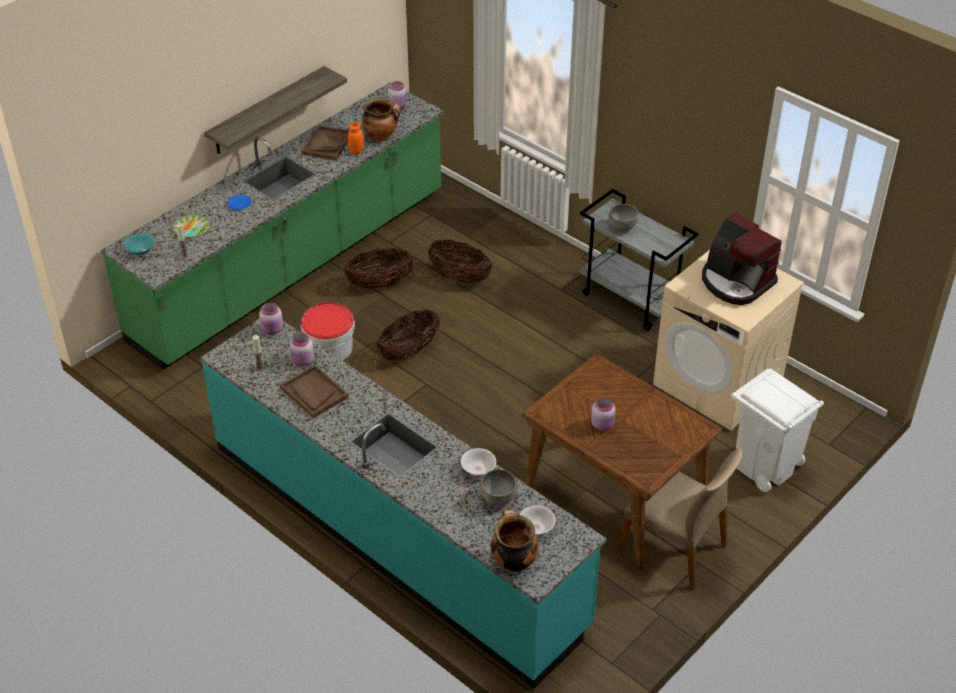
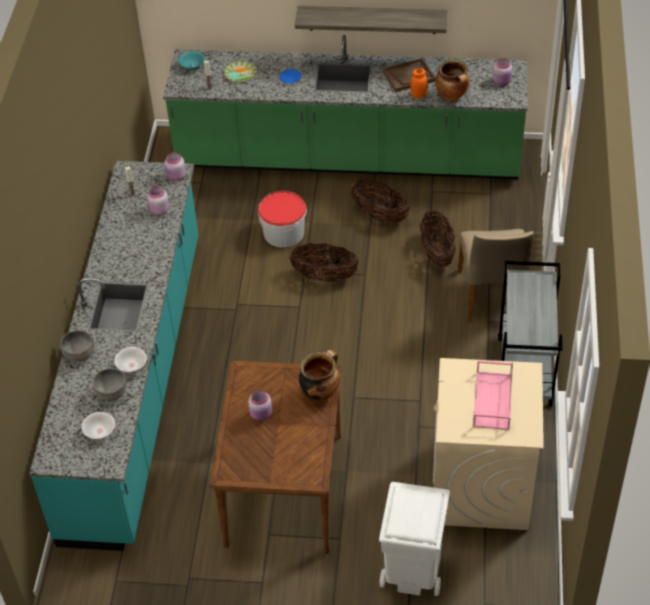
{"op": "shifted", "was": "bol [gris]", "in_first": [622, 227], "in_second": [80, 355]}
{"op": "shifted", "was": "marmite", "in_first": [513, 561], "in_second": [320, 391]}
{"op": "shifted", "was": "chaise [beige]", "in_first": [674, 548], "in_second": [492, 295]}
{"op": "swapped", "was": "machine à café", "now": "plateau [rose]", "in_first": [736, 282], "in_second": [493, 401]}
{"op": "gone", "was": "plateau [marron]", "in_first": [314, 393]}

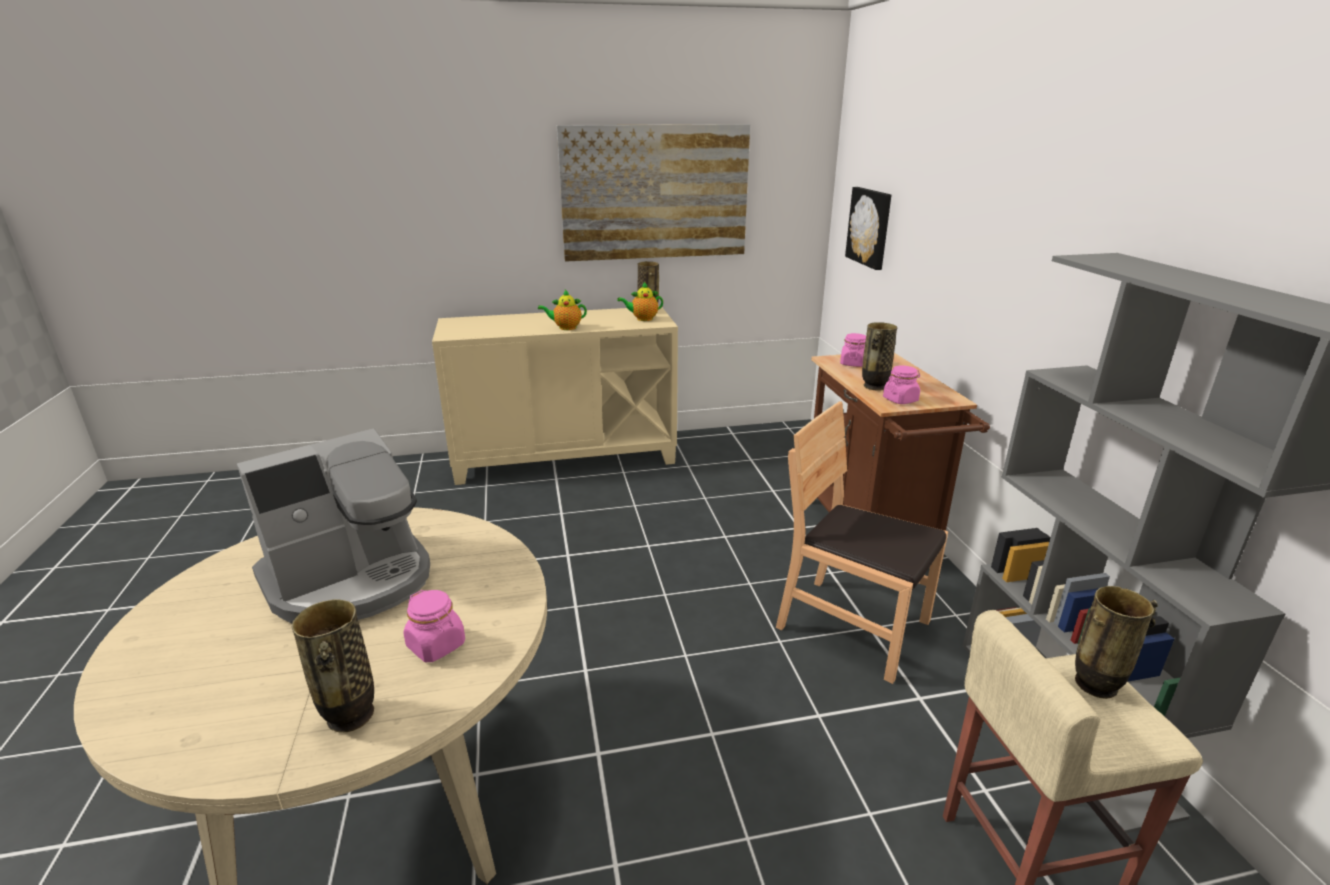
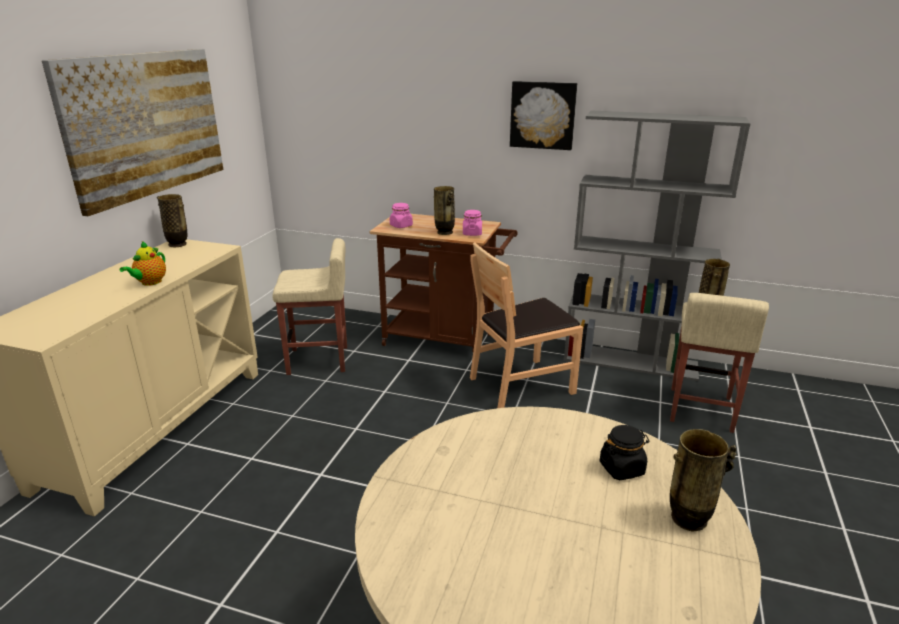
{"op": "new", "now": "tabouret [beige]", "in_second": [319, 360]}
{"op": "shifted", "was": "tableau", "in_first": [870, 227], "in_second": [543, 115]}
{"op": "repainted", "was": "bocal [rose]", "now": "bocal [noir]", "in_first": [436, 645], "in_second": [622, 468]}
{"op": "gone", "was": "machine à café", "in_first": [351, 580]}
{"op": "gone", "was": "théière", "in_first": [642, 319]}

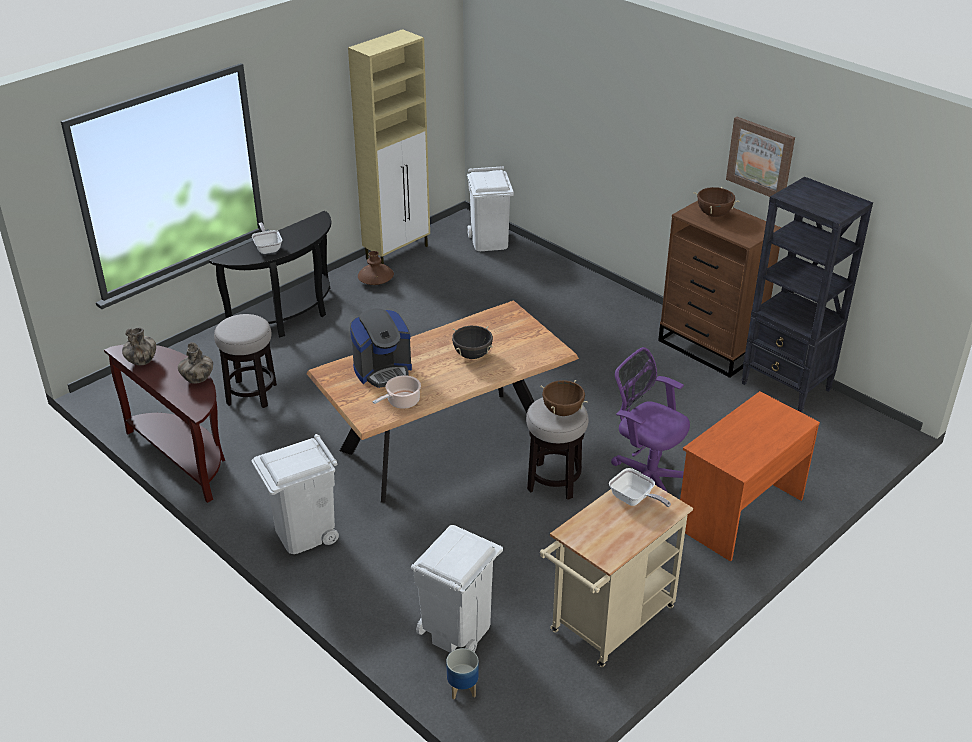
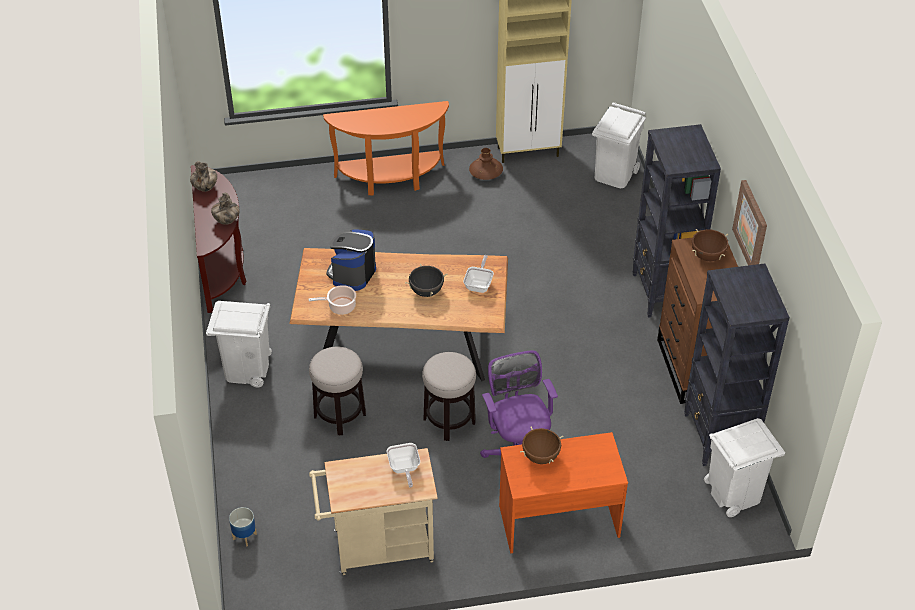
{"op": "shifted", "was": "tabouret", "in_first": [251, 394], "in_second": [340, 415]}
{"op": "repainted", "was": "table console [noir]", "now": "table console [orange]", "in_first": [289, 317], "in_second": [391, 179]}
{"op": "rotated", "was": "machine à café", "in_first": [383, 370], "in_second": [352, 273], "clockwise": 105}
{"op": "shifted", "was": "poêle", "in_first": [268, 248], "in_second": [479, 284]}
{"op": "shifted", "was": "marmite [marron]", "in_first": [562, 411], "in_second": [540, 456]}
{"op": "new", "now": "bibliothèque [noir]", "in_second": [663, 293]}
{"op": "shifted", "was": "poubelle [blanc]", "in_first": [457, 630], "in_second": [734, 493]}

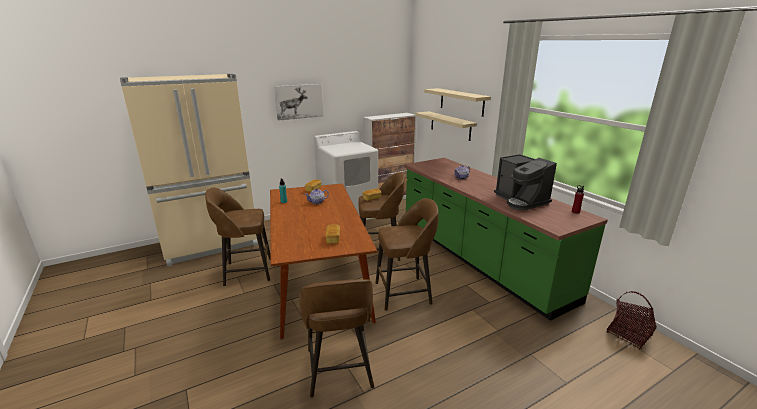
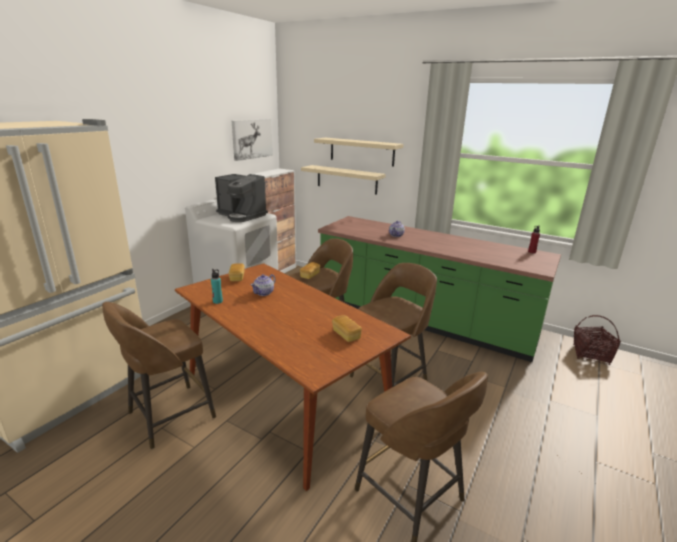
{"op": "shifted", "was": "machine à café", "in_first": [521, 200], "in_second": [242, 215]}
{"op": "shifted", "was": "tableau", "in_first": [299, 101], "in_second": [252, 139]}

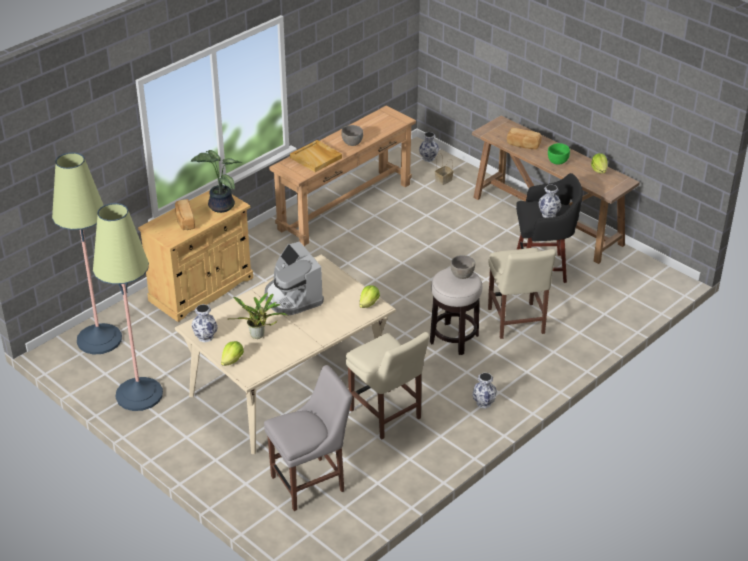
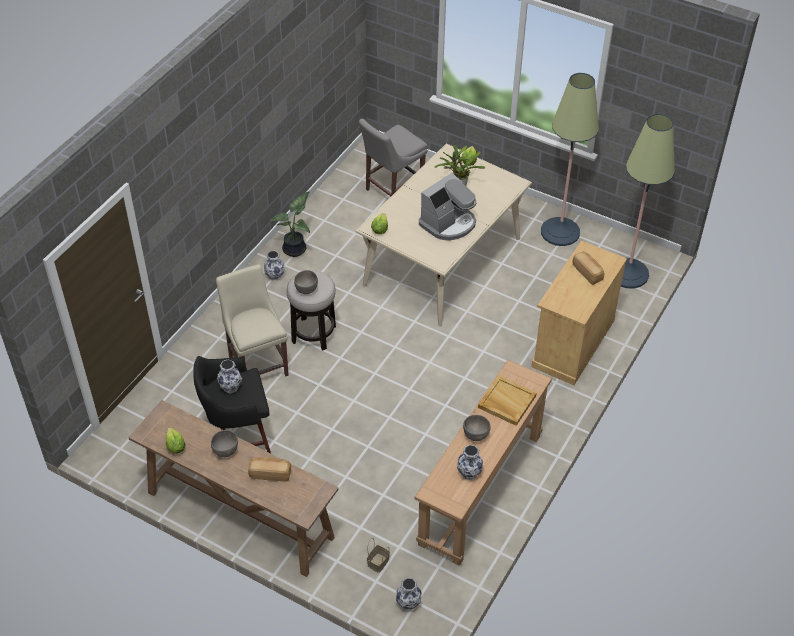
{"op": "repainted", "was": "bol [vert]", "now": "bol [gris]", "in_first": [558, 162], "in_second": [225, 451]}
{"op": "shifted", "was": "plante en pot", "in_first": [219, 206], "in_second": [296, 249]}
{"op": "rotated", "was": "machine à café", "in_first": [292, 298], "in_second": [448, 223], "clockwise": 90}
{"op": "shifted", "was": "vase", "in_first": [205, 336], "in_second": [469, 473]}
{"op": "gone", "was": "chaise [beige]", "in_first": [387, 416]}

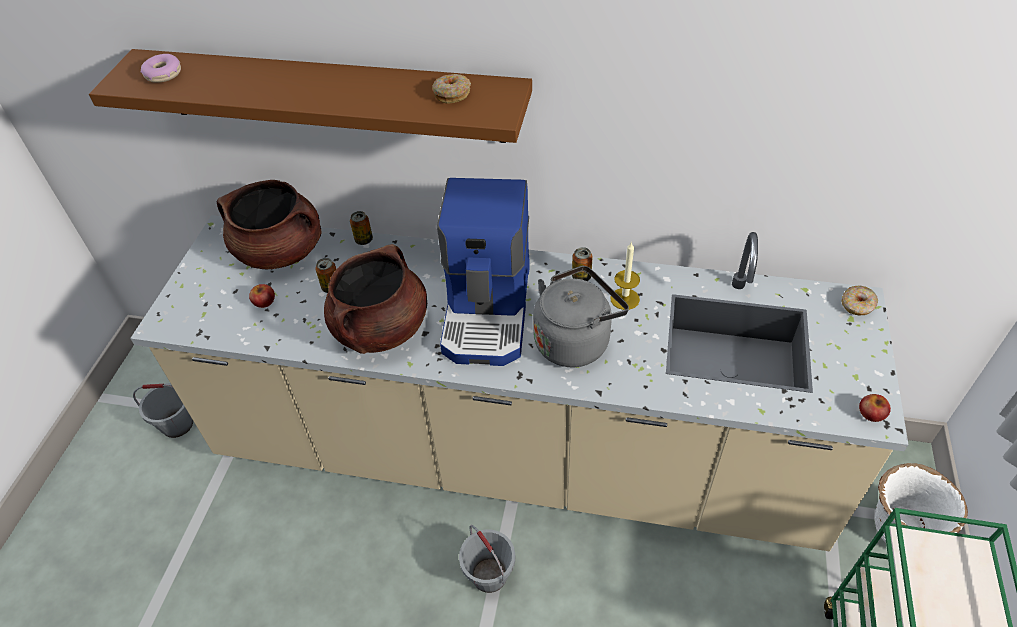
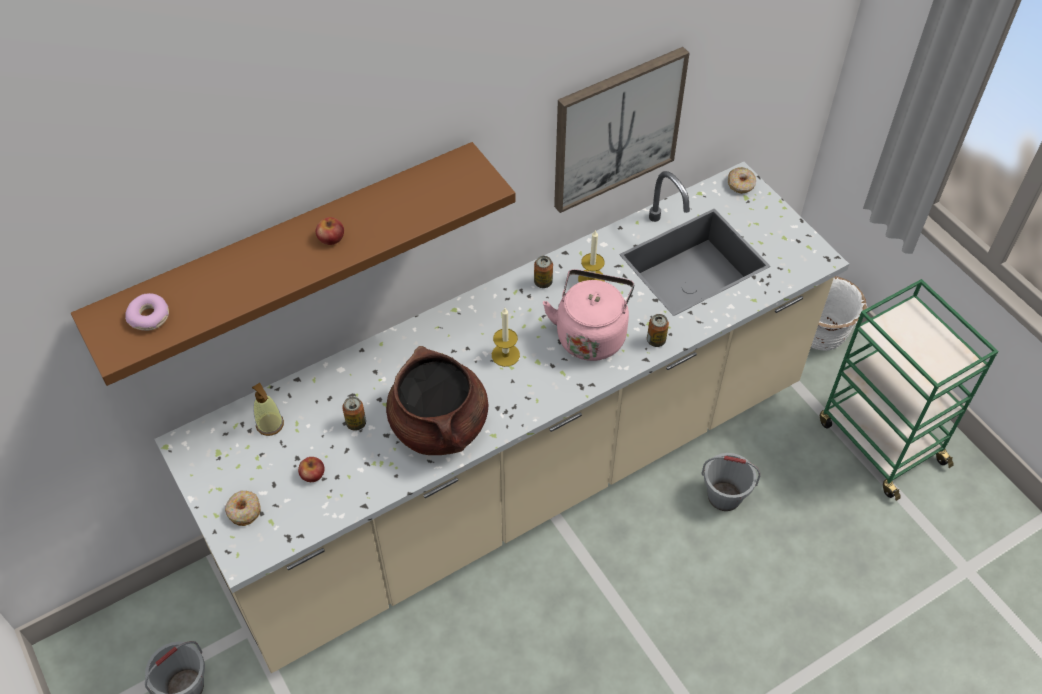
{"op": "shifted", "was": "beignet", "in_first": [452, 94], "in_second": [244, 511]}
{"op": "swapped", "was": "marmite [marron]", "now": "distributeur de savon", "in_first": [281, 251], "in_second": [270, 424]}
{"op": "shifted", "was": "pomme", "in_first": [871, 413], "in_second": [331, 238]}
{"op": "swapped", "was": "machine à café", "now": "bougie", "in_first": [489, 311], "in_second": [505, 355]}
{"op": "repainted", "was": "bouilloire [gris]", "now": "bouilloire [rose]", "in_first": [575, 340], "in_second": [591, 334]}
{"op": "new", "now": "tableau", "in_second": [616, 129]}
{"op": "shifted", "was": "boîte métallique", "in_first": [364, 240], "in_second": [656, 340]}
{"op": "shifted", "was": "seau [gris]", "in_first": [490, 575], "in_second": [724, 496]}

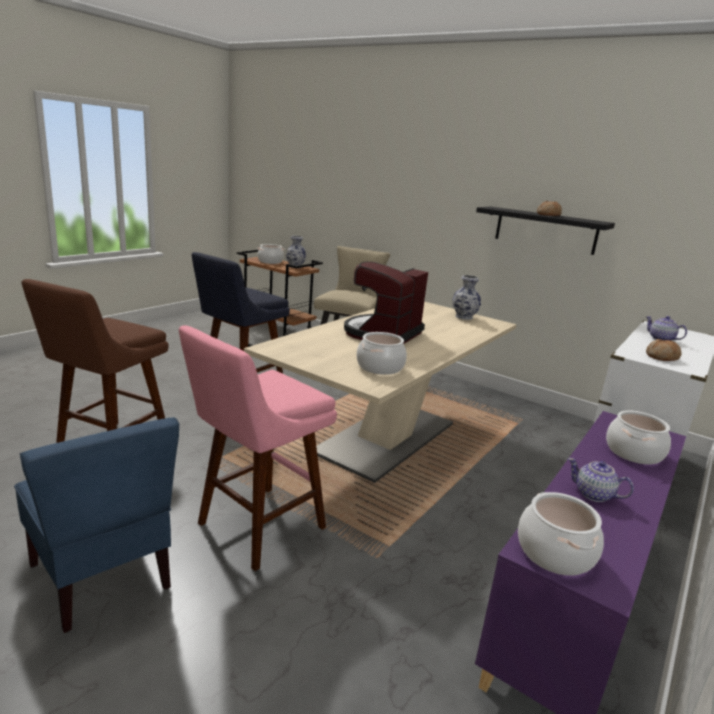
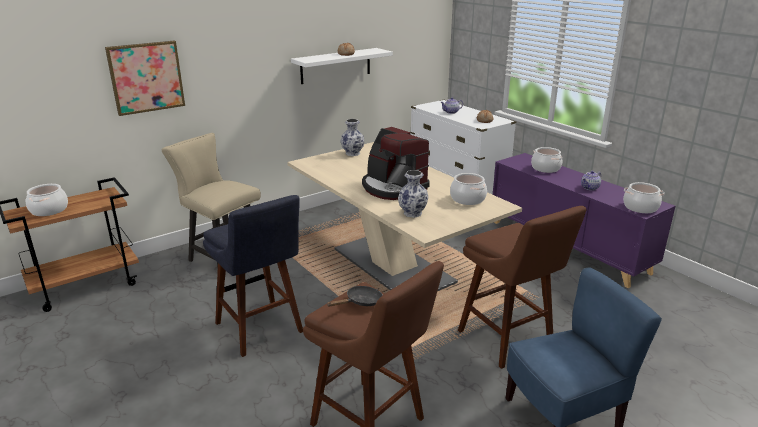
{"op": "new", "now": "tableau", "in_second": [146, 77]}
{"op": "repainted", "was": "étagère [noir]", "now": "étagère [blanc]", "in_first": [545, 230], "in_second": [336, 65]}
{"op": "new", "now": "poêle [noir]", "in_second": [361, 302]}
{"op": "shifted", "was": "vase", "in_first": [295, 266], "in_second": [412, 213]}
{"op": "repainted", "was": "tabouret [rose]", "now": "tabouret [marron]", "in_first": [255, 529], "in_second": [509, 341]}

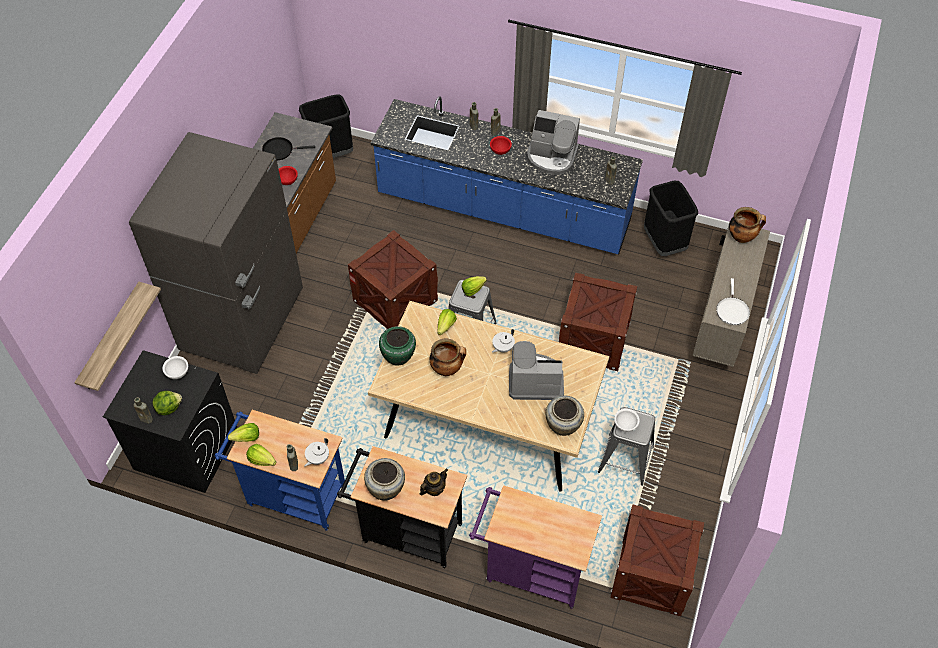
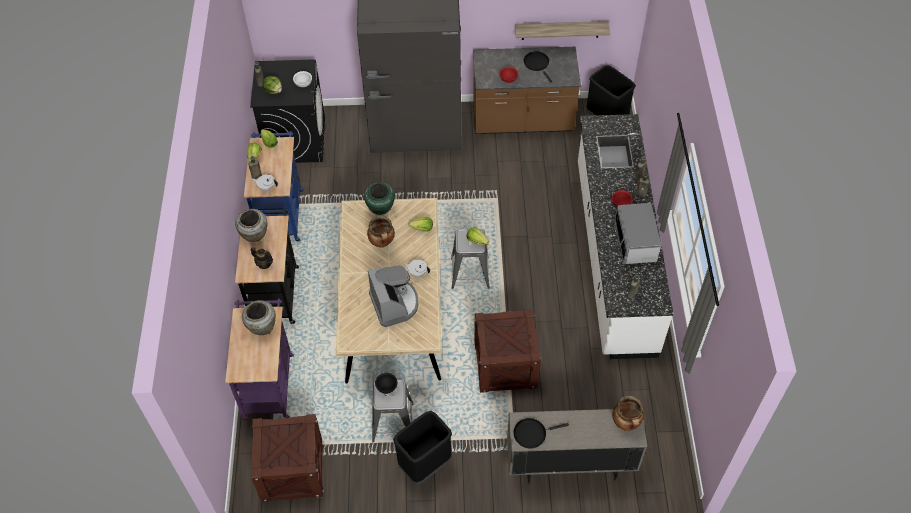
{"op": "shifted", "was": "vase [beige]", "in_first": [562, 426], "in_second": [261, 327]}
{"op": "repainted", "was": "bol [blanc]", "now": "bol [noir]", "in_first": [625, 425], "in_second": [386, 387]}
{"op": "shifted", "was": "poubelle [noir]", "in_first": [663, 243], "in_second": [424, 464]}
{"op": "repainted", "was": "poêle [blanc]", "now": "poêle [noir]", "in_first": [732, 310], "in_second": [532, 433]}
{"op": "shifted", "was": "étagère", "in_first": [111, 338], "in_second": [560, 30]}
{"op": "repainted", "was": "comptoir de cuisine [bleu]", "now": "comptoir de cuisine [blanc]", "in_first": [503, 209], "in_second": [613, 256]}
{"op": "swapped", "was": "machine à café", "now": "micro-ondes", "in_first": [551, 157], "in_second": [635, 243]}
{"op": "gone", "was": "caisse", "in_first": [395, 300]}

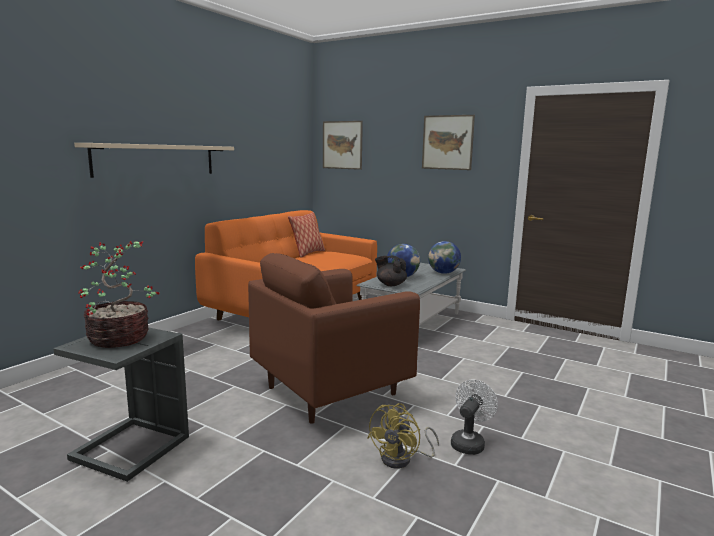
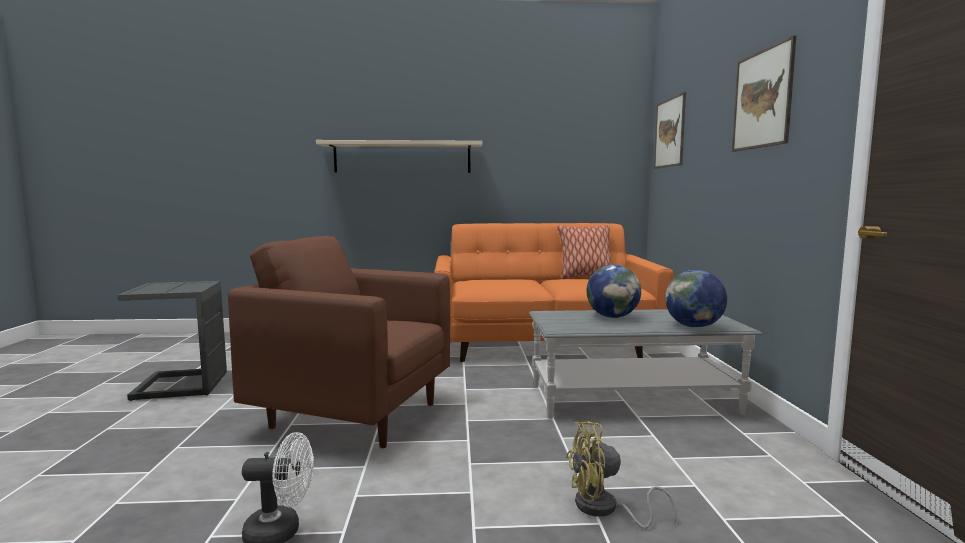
{"op": "shifted", "was": "ventilateur [jaune]", "in_first": [402, 459], "in_second": [604, 509]}
{"op": "gone", "was": "plante en pot", "in_first": [121, 338]}
{"op": "gone", "was": "théière [noir]", "in_first": [390, 284]}

